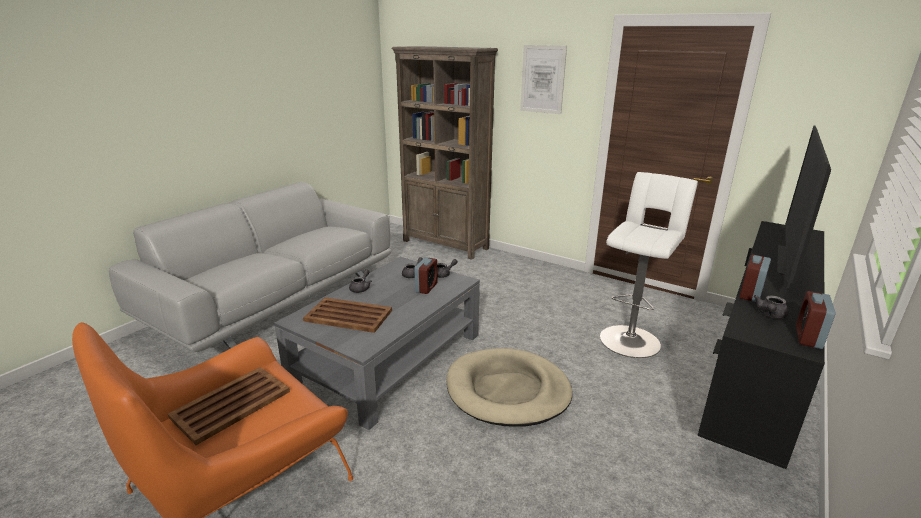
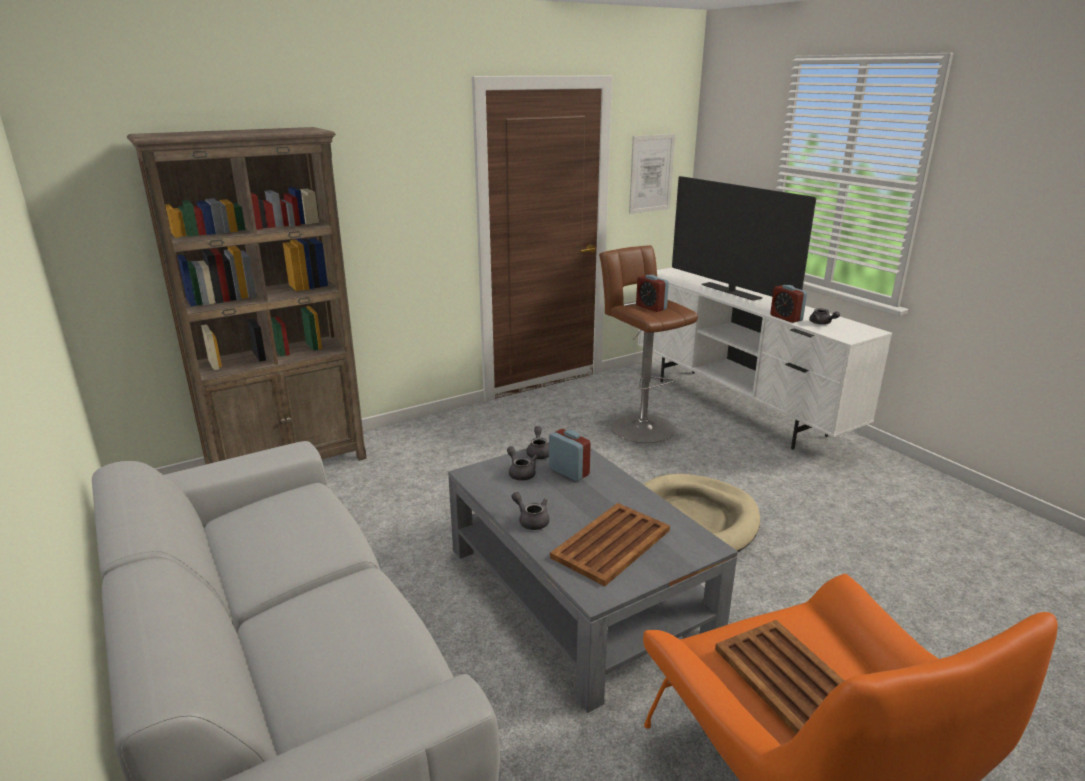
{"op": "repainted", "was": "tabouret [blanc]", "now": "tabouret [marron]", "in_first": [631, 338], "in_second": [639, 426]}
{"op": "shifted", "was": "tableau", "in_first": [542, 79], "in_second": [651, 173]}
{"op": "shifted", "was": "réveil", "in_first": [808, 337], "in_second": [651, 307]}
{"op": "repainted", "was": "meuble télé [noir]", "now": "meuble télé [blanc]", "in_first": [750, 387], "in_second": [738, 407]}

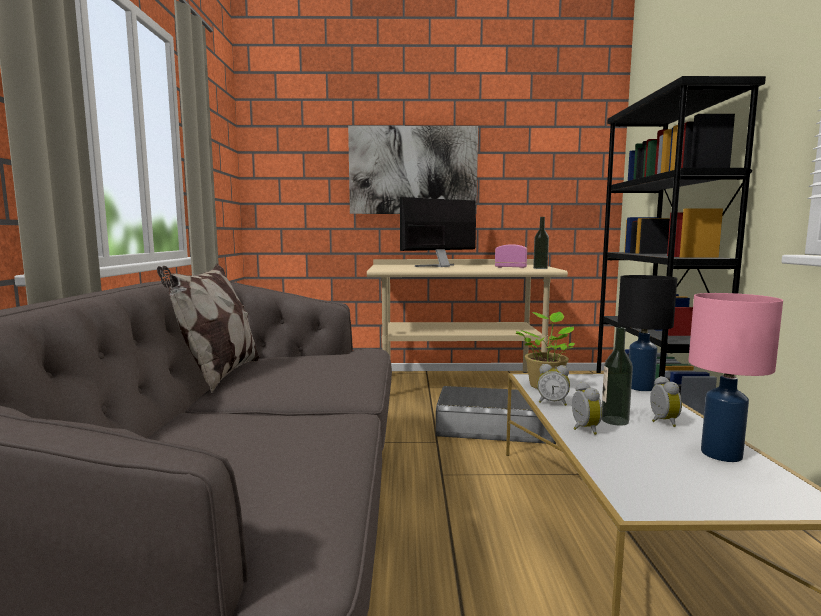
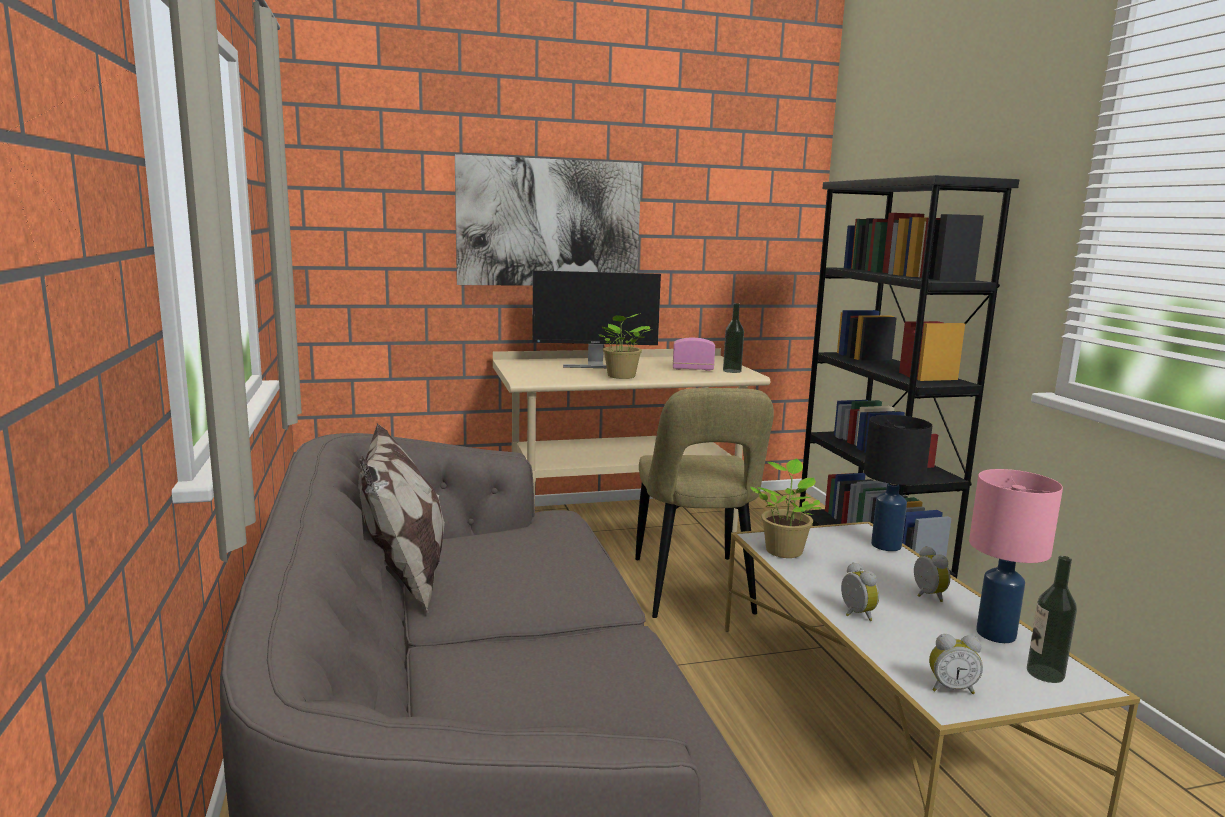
{"op": "rotated", "was": "écran d'ordinateur", "in_first": [439, 266], "in_second": [594, 365], "clockwise": -135}
{"op": "new", "now": "plante en pot", "in_second": [621, 376]}
{"op": "swapped", "was": "boîte de rangement [gris]", "now": "chaise [beige]", "in_first": [494, 427], "in_second": [694, 590]}
{"op": "shifted", "was": "réveil", "in_first": [552, 402], "in_second": [950, 688]}
{"op": "shifted", "was": "bouteille", "in_first": [614, 420], "in_second": [1045, 673]}

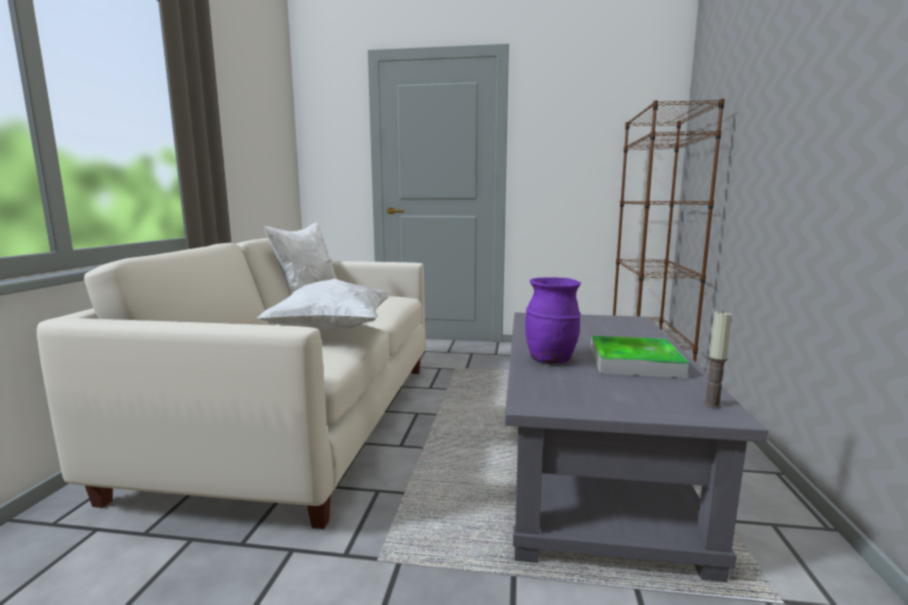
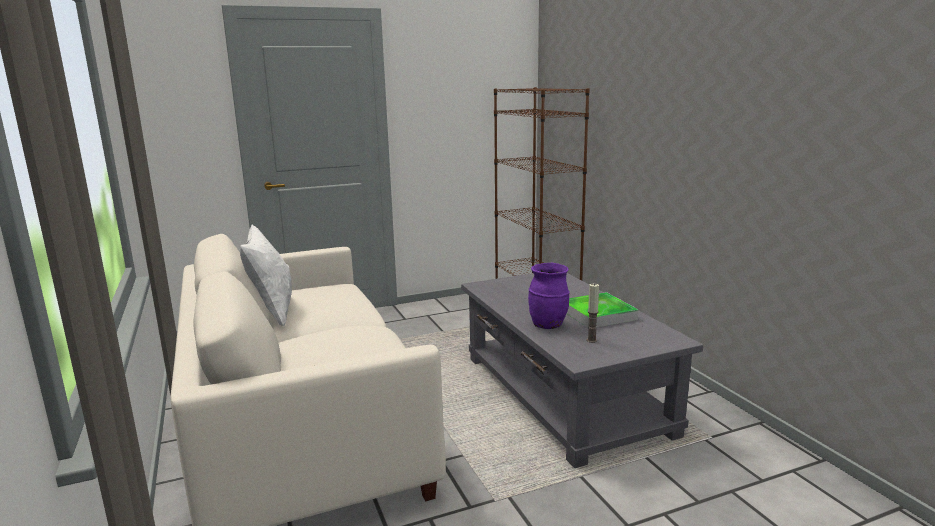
{"op": "shifted", "was": "bougie", "in_first": [712, 405], "in_second": [591, 340]}
{"op": "gone", "was": "coussin [blanc]", "in_first": [331, 330]}

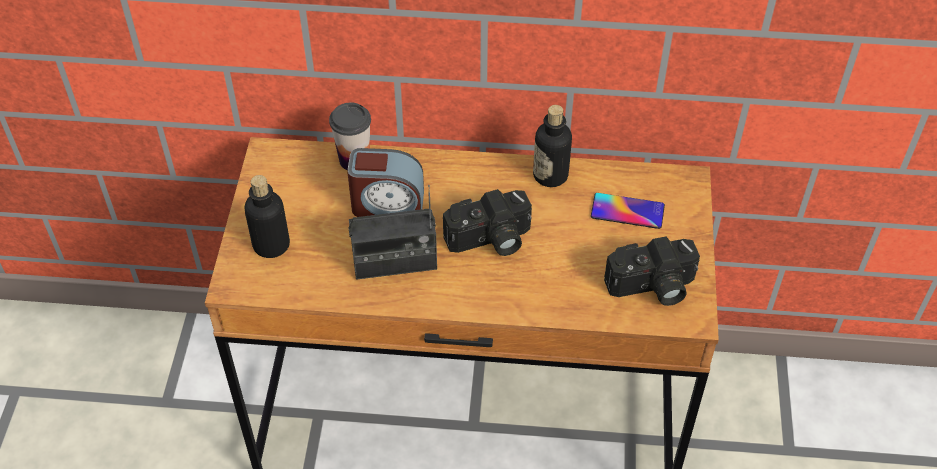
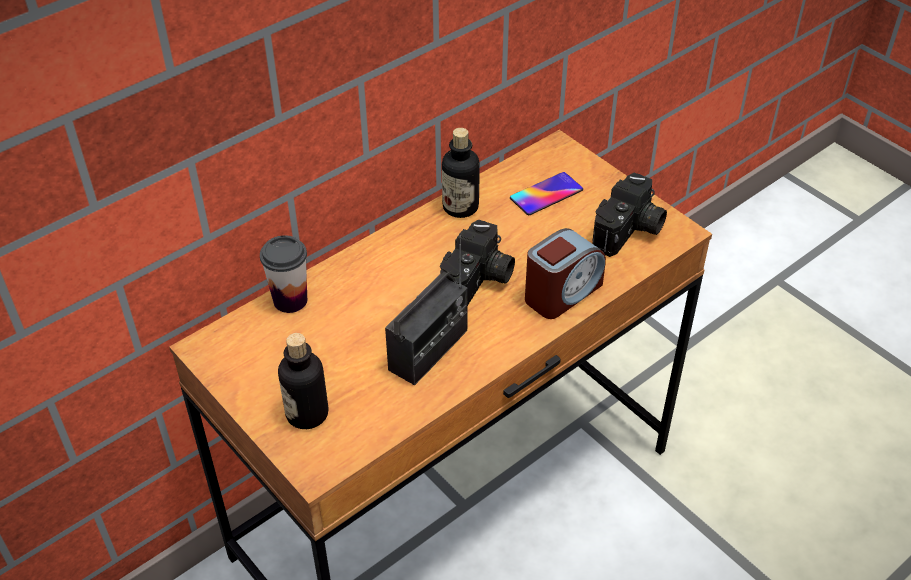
{"op": "shifted", "was": "réveil", "in_first": [387, 204], "in_second": [562, 293]}

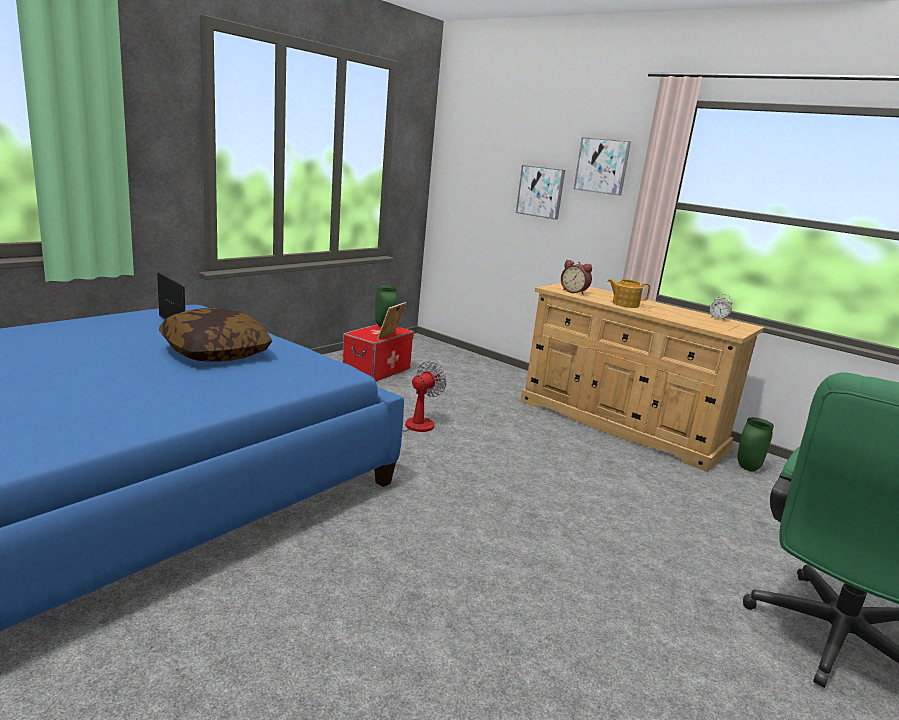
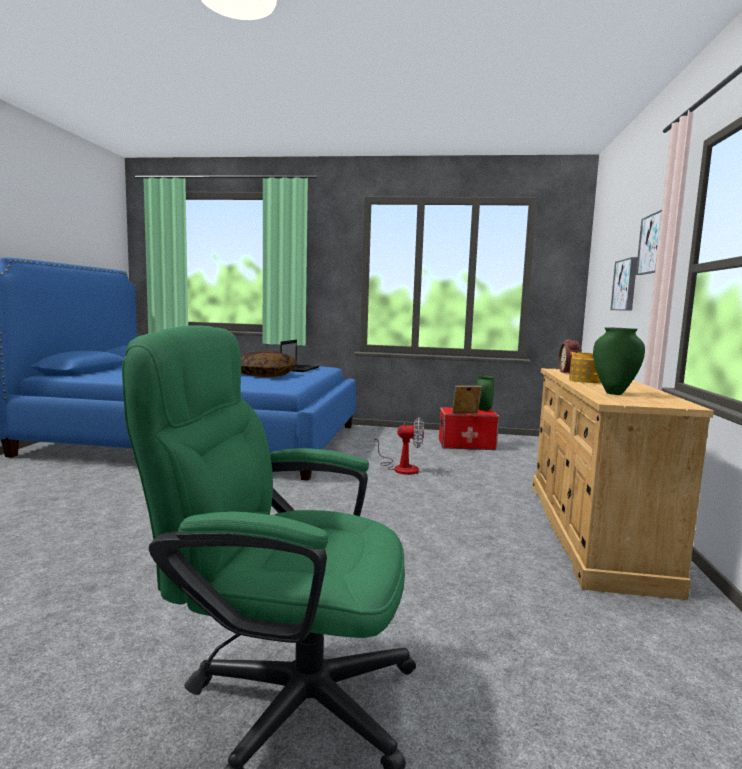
{"op": "shifted", "was": "vase [vert]", "in_first": [748, 468], "in_second": [614, 393]}
{"op": "gone", "was": "réveil", "in_first": [718, 319]}

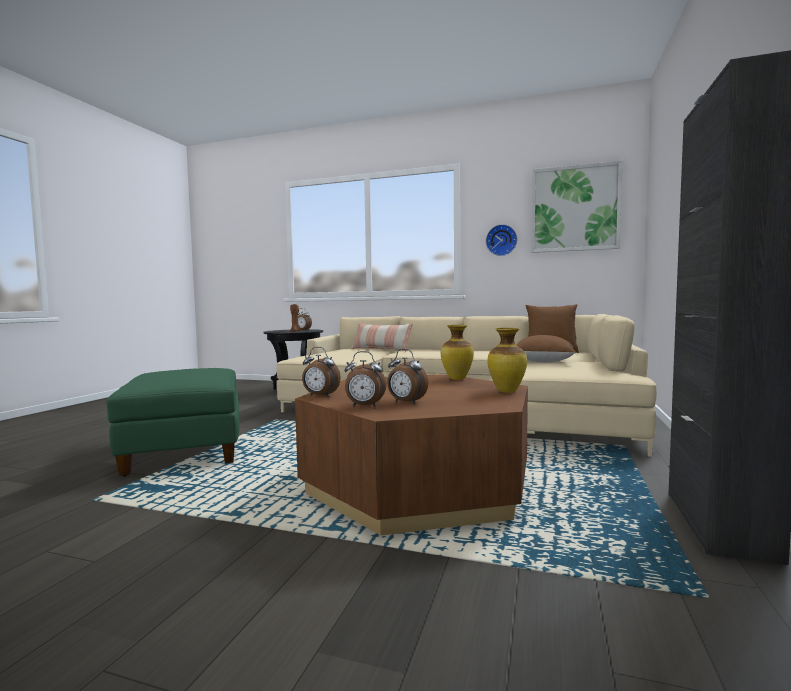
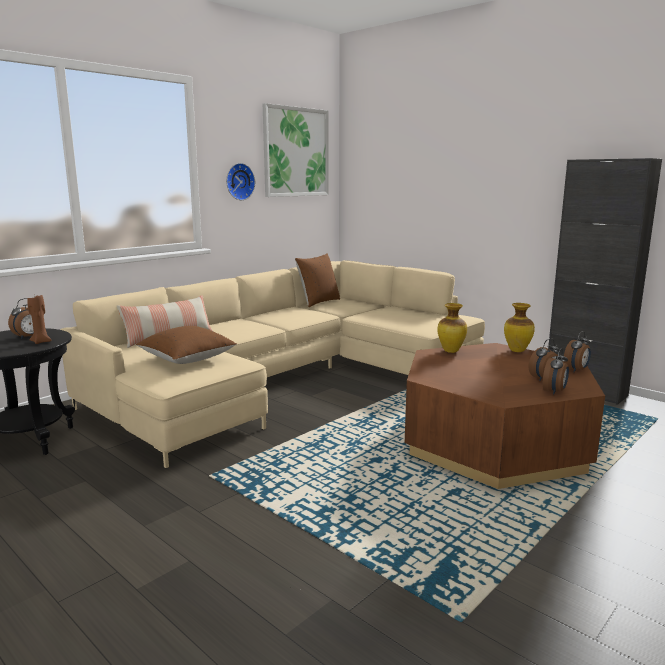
{"op": "shifted", "was": "coussin [marron]", "in_first": [542, 361], "in_second": [187, 359]}
{"op": "shifted", "was": "réveil", "in_first": [320, 396], "in_second": [576, 370]}
{"op": "gone", "was": "pouf [vert]", "in_first": [186, 450]}

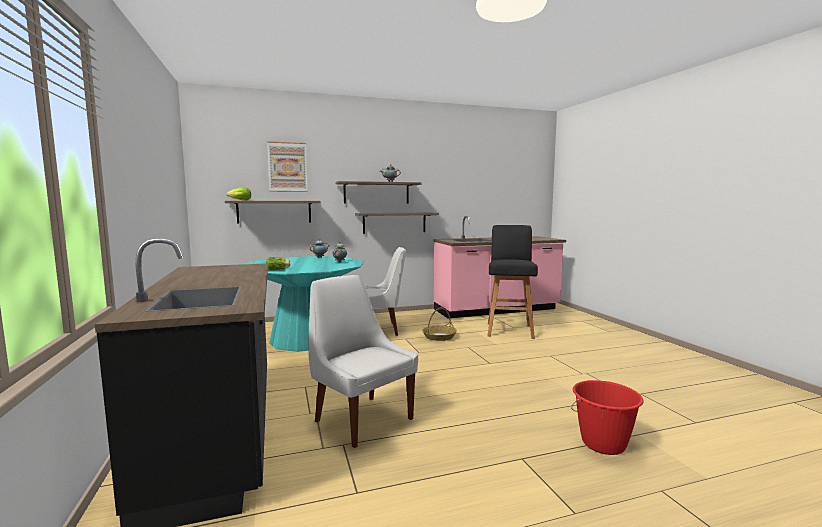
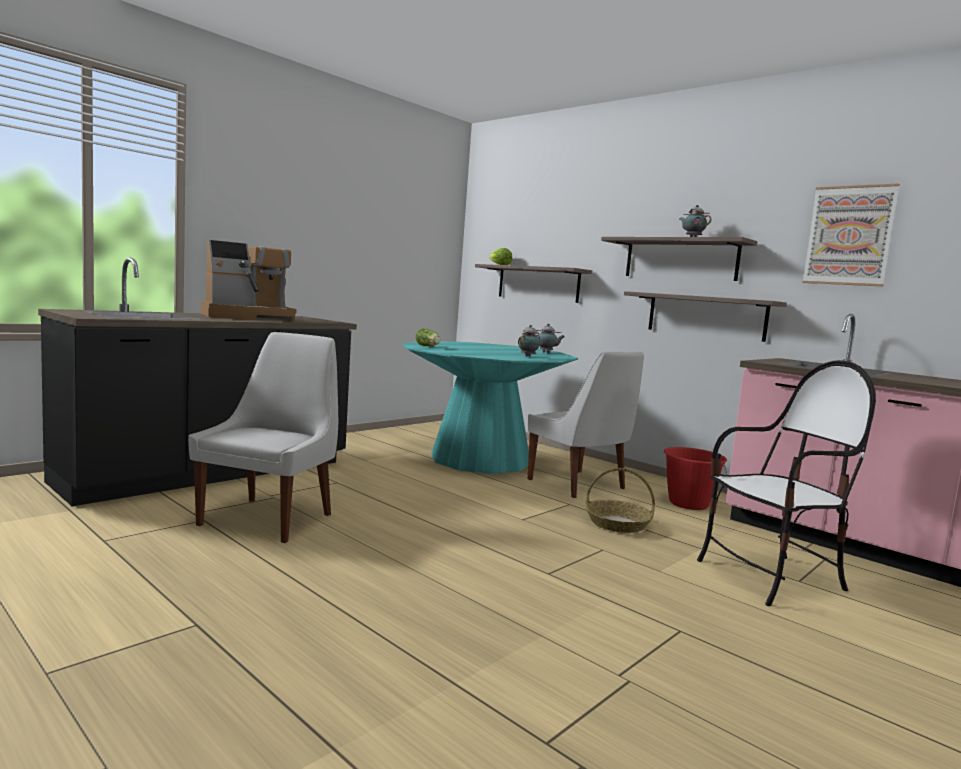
{"op": "new", "now": "machine à café", "in_second": [248, 317]}
{"op": "shifted", "was": "seau [rouge]", "in_first": [603, 444], "in_second": [688, 504]}
{"op": "swapped", "was": "tabouret [noir]", "now": "chaise", "in_first": [509, 330], "in_second": [771, 578]}
{"op": "shifted", "was": "tableau", "in_first": [287, 167], "in_second": [849, 236]}

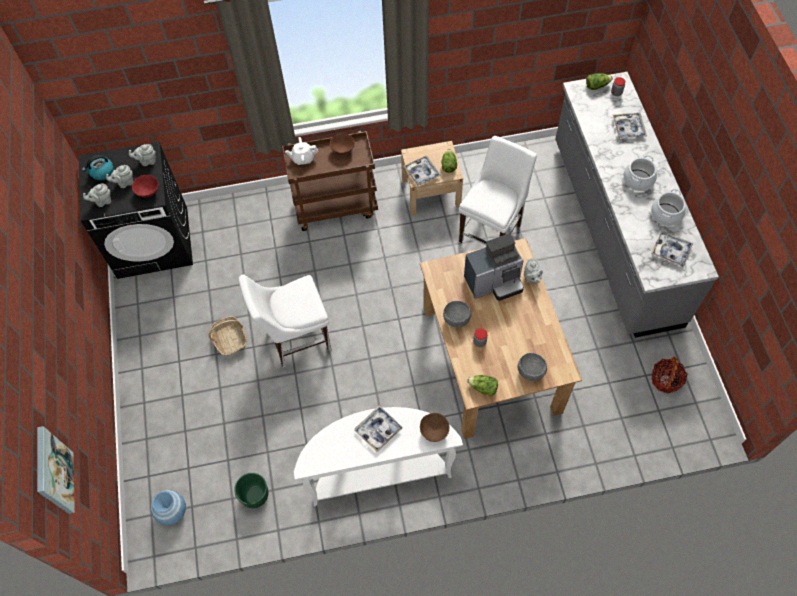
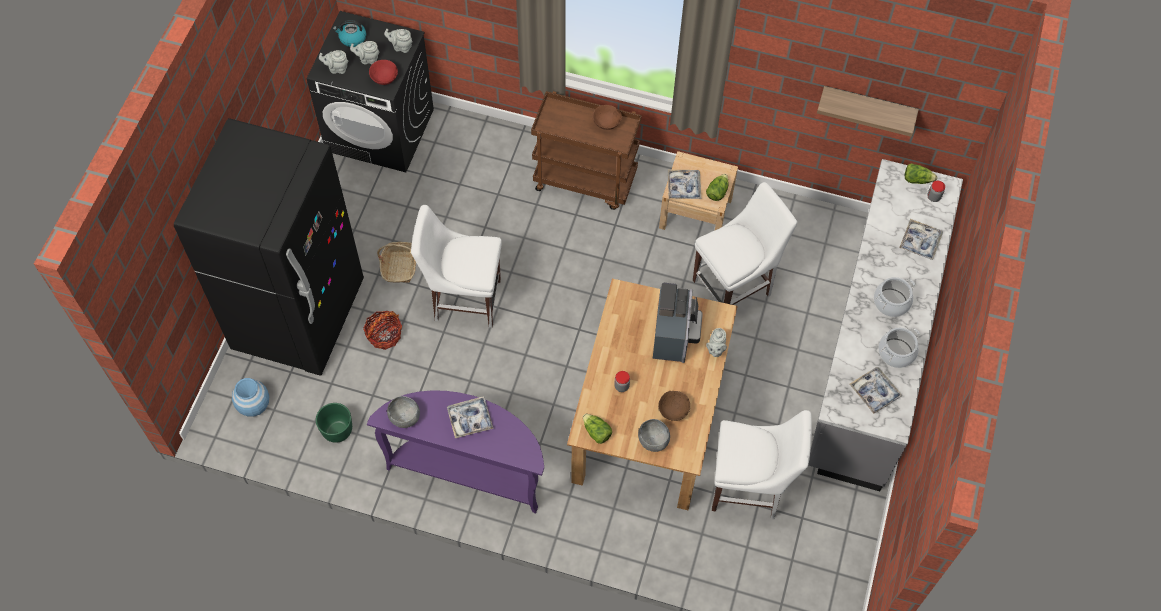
{"op": "new", "now": "réfrigérateur [noir]", "in_second": [299, 316]}
{"op": "shifted", "was": "panier", "in_first": [666, 380], "in_second": [384, 335]}
{"op": "repainted", "was": "table console [blanc]", "now": "table console [violet]", "in_first": [379, 471], "in_second": [468, 470]}
{"op": "shifted", "was": "bol [gris]", "in_first": [457, 320], "in_second": [405, 418]}
{"op": "rotated", "was": "machine à café", "in_first": [494, 282], "in_second": [675, 335], "clockwise": -90}
{"op": "shifted", "was": "bol [marron]", "in_first": [434, 431], "in_second": [673, 411]}
{"op": "new", "now": "chaise [blanc]", "in_second": [749, 488]}
{"op": "new", "now": "étagère", "in_second": [868, 107]}
{"op": "gone", "was": "tableau", "in_first": [53, 471]}
{"op": "gone", "was": "théière [blanc]", "in_first": [303, 158]}

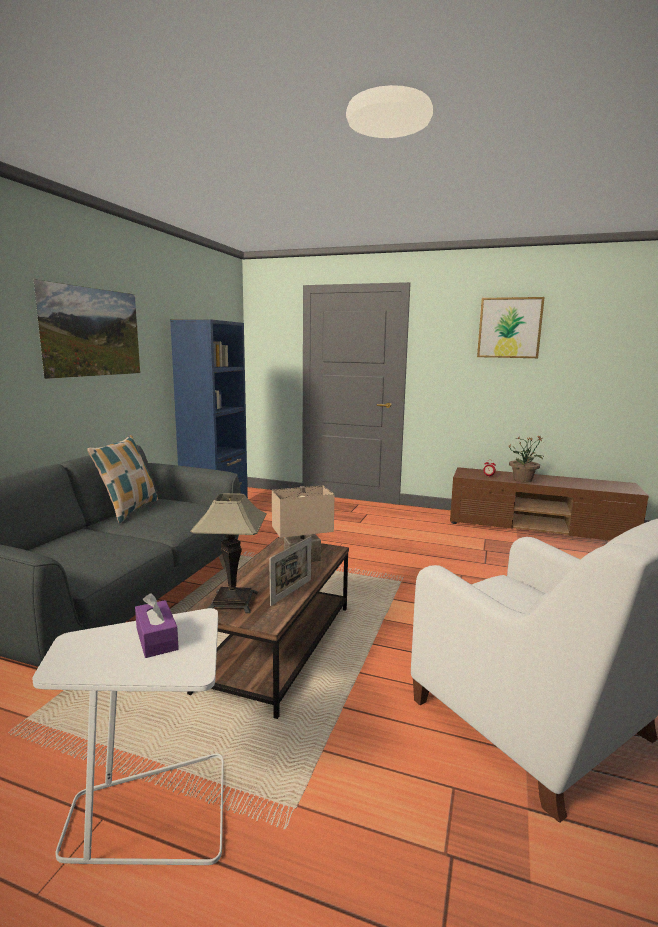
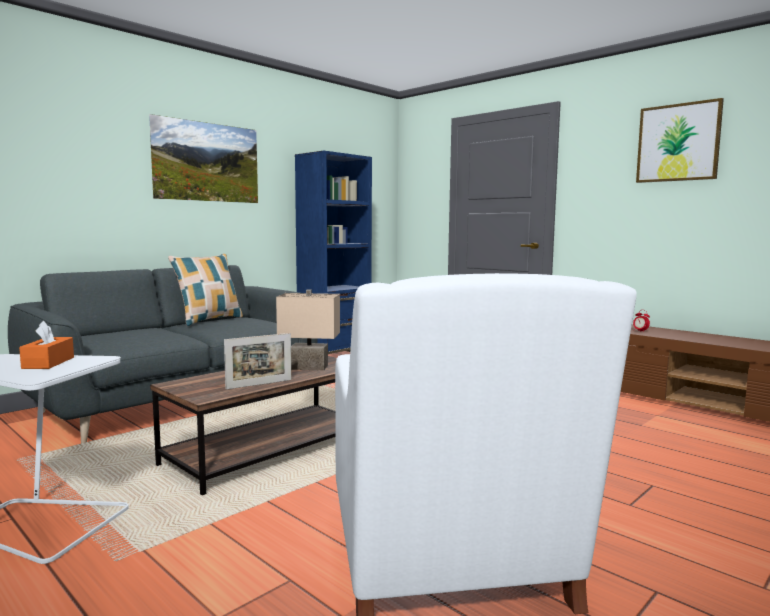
{"op": "repainted", "was": "boîte à mouchoirs [violet]", "now": "boîte à mouchoirs [orange]", "in_first": [156, 639], "in_second": [48, 363]}
{"op": "gone", "was": "lampe de table", "in_first": [232, 602]}
{"op": "gone", "was": "plante en pot", "in_first": [523, 479]}

